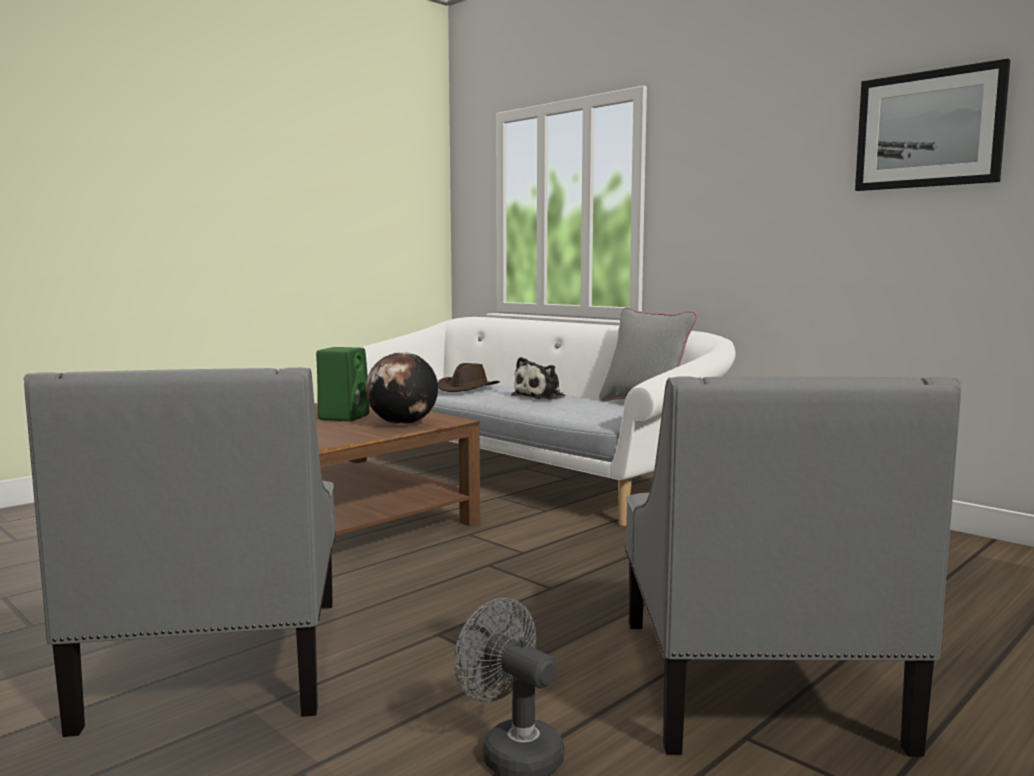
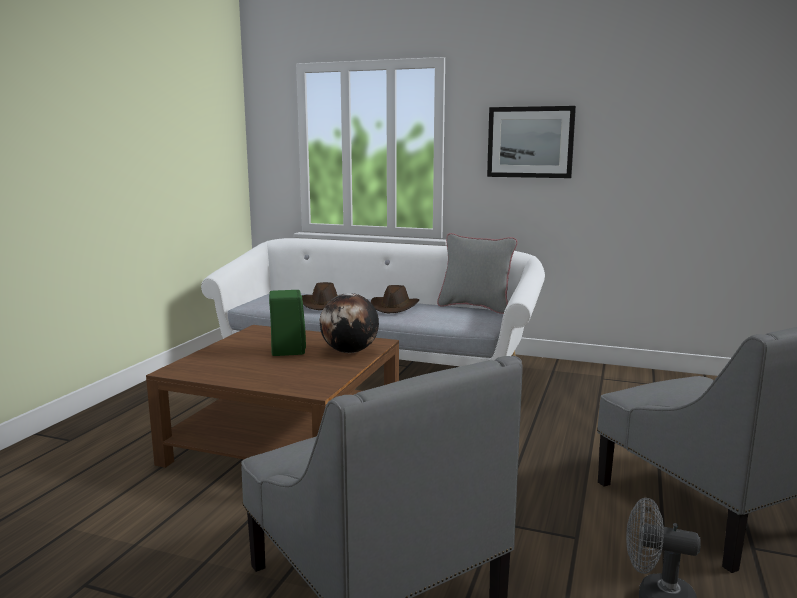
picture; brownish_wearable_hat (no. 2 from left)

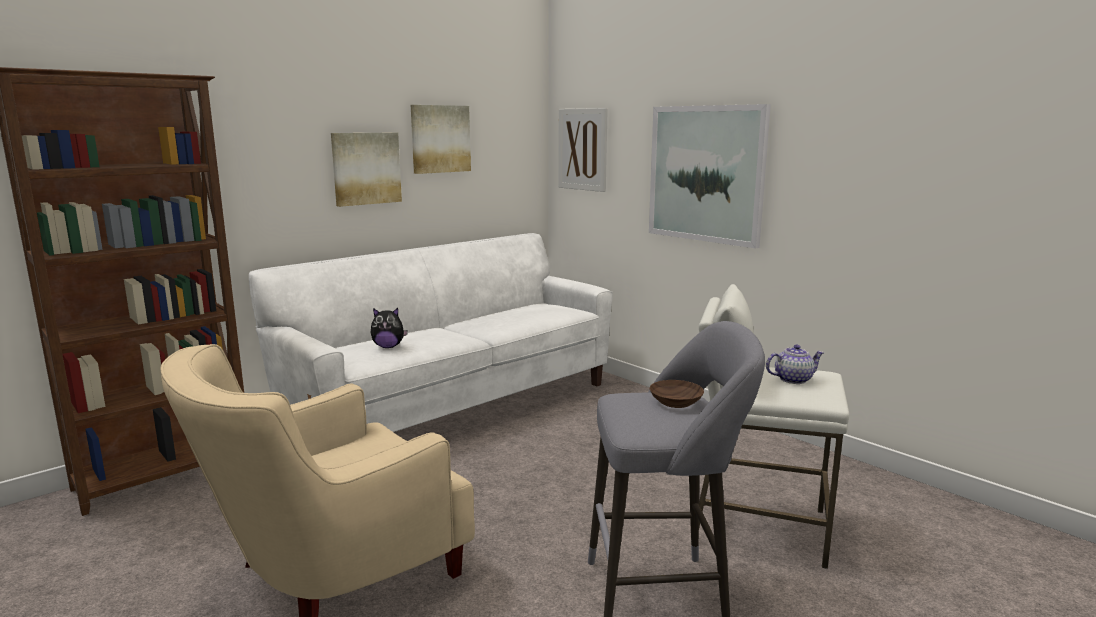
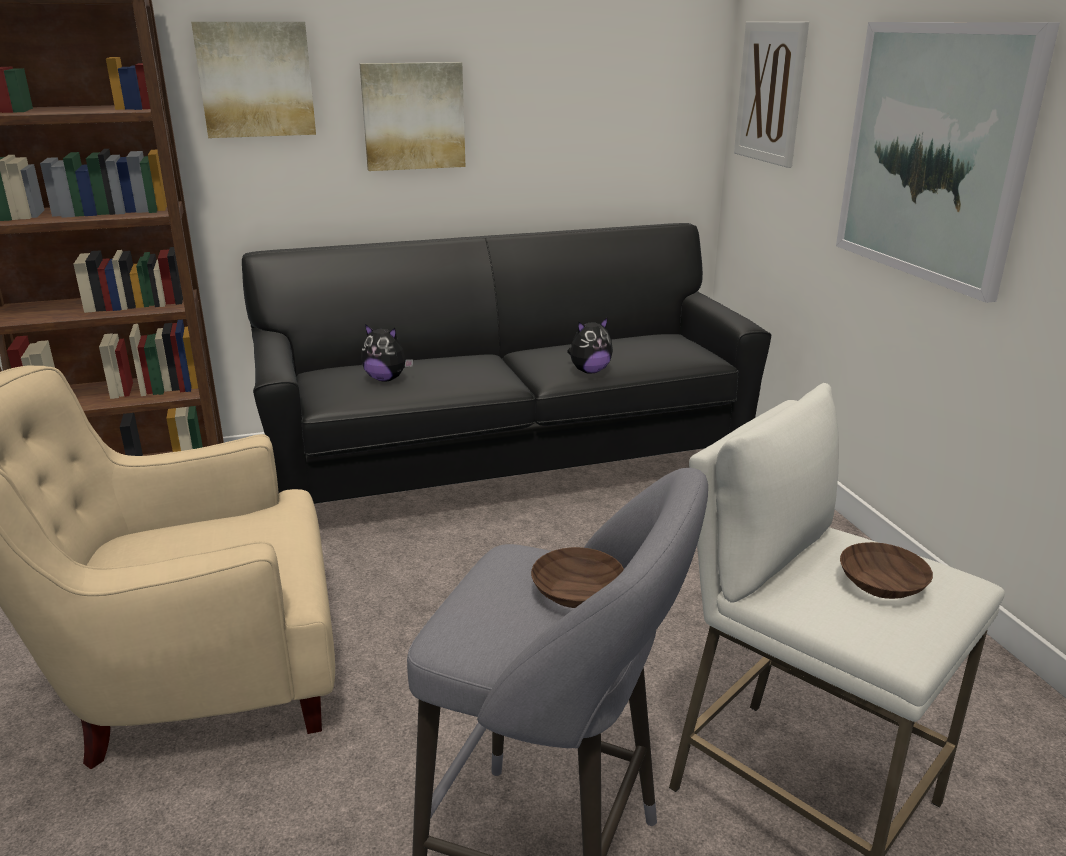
picture (no. 1 from left); black_settee; brownish_deep_dish (no. 2 from left); soft_toy (no. 2 from left)

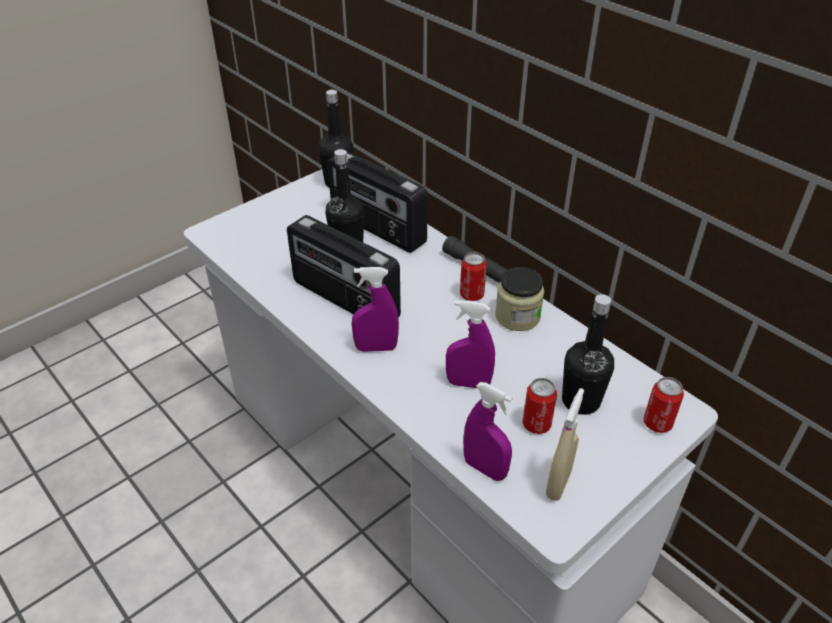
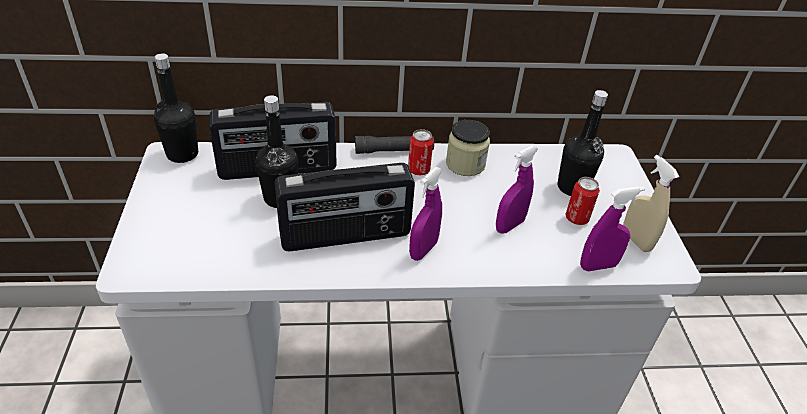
metal_can (no. 3 from left in the first image)

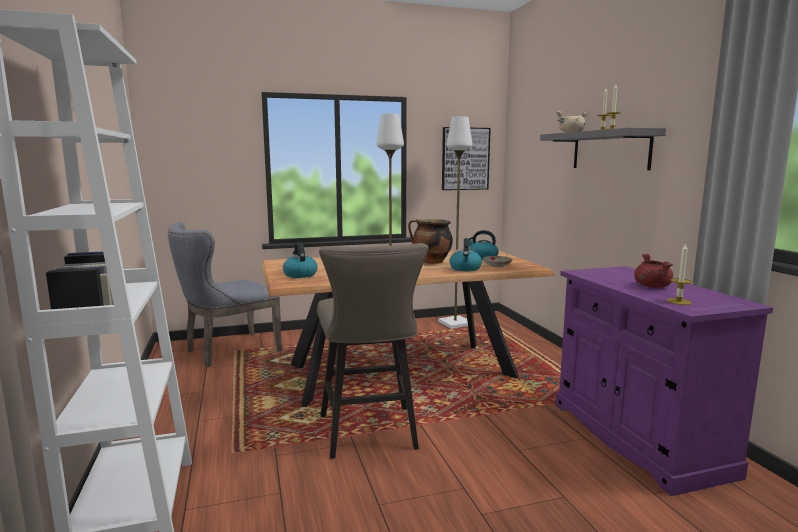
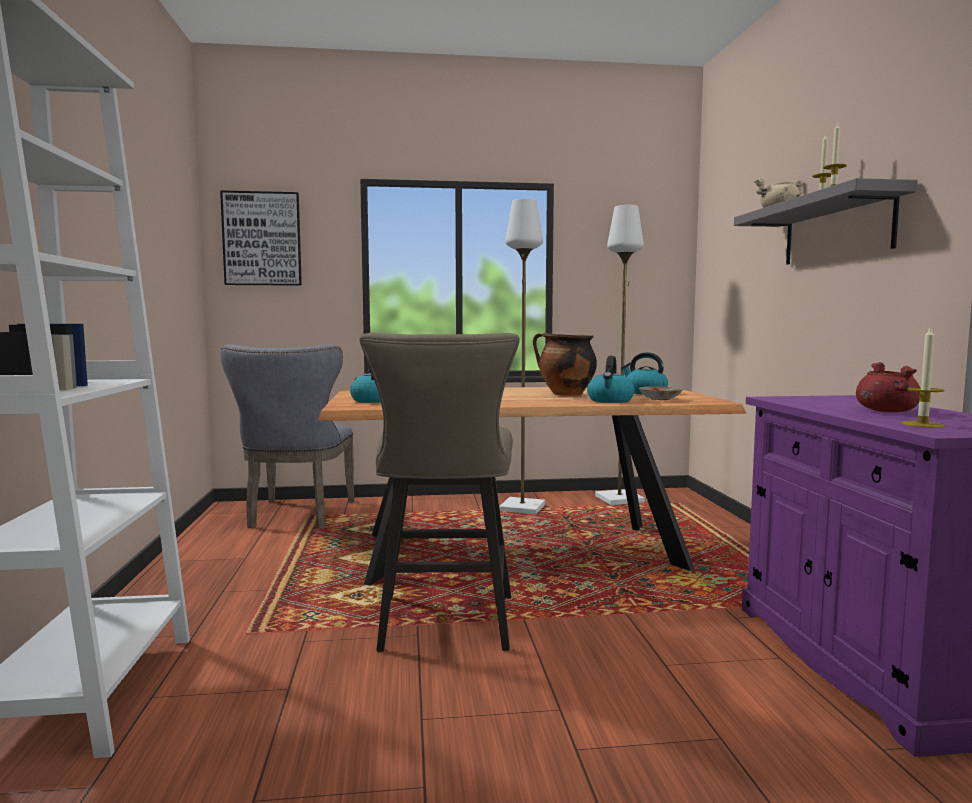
picture; greyish_chair

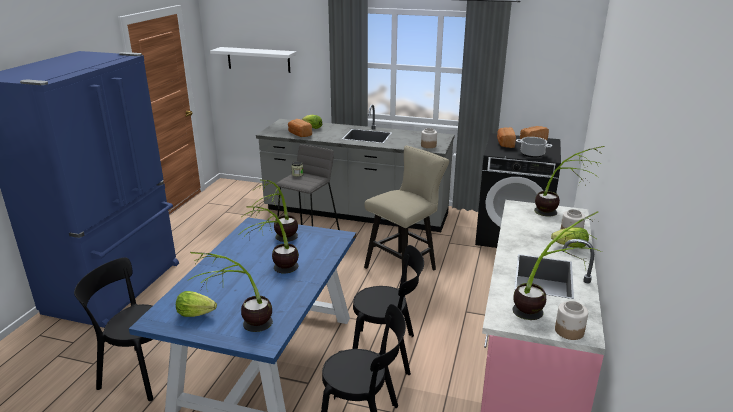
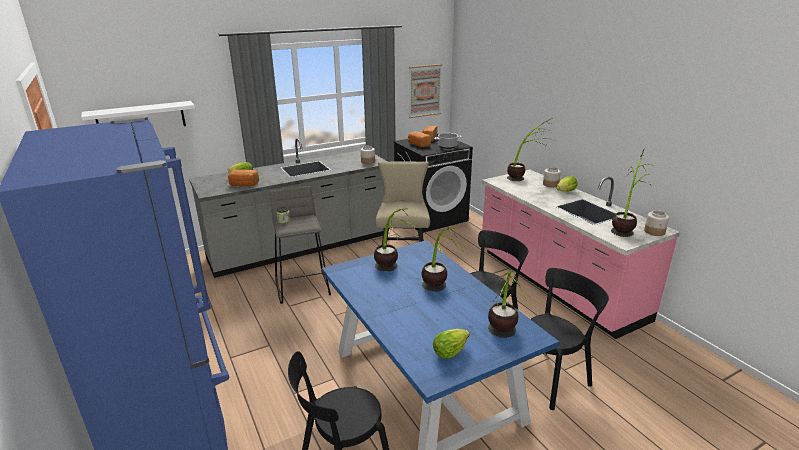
picture

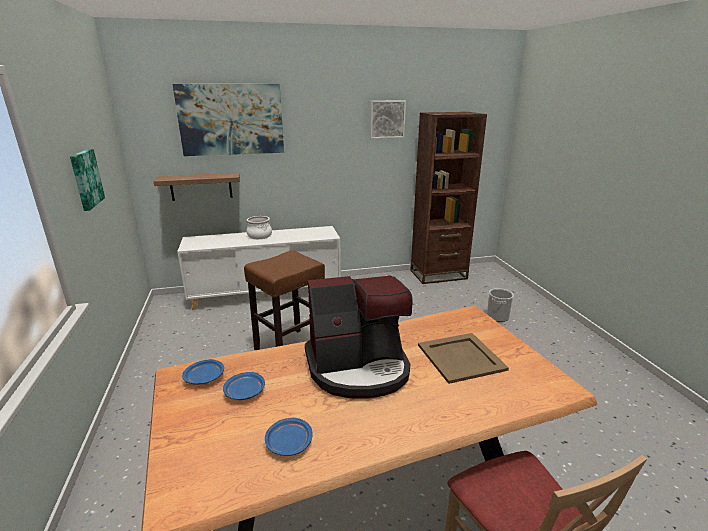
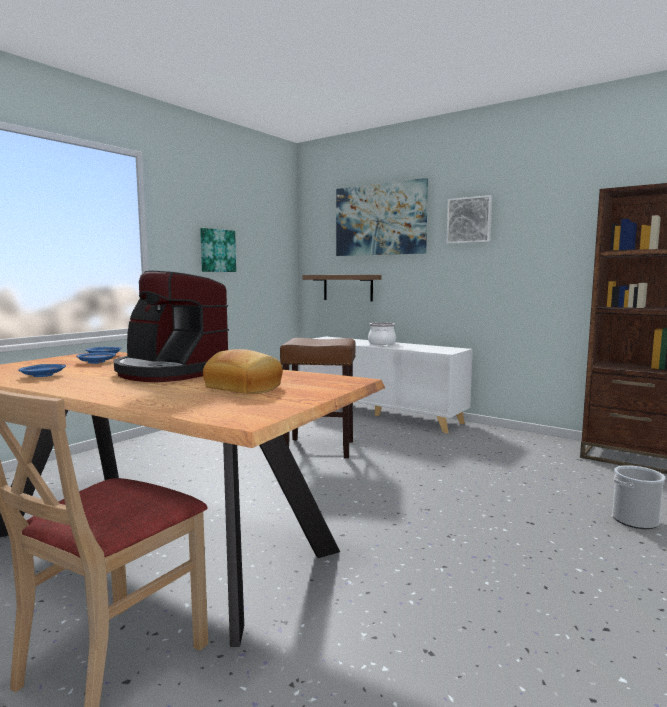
picture (no. 3 from left); bread

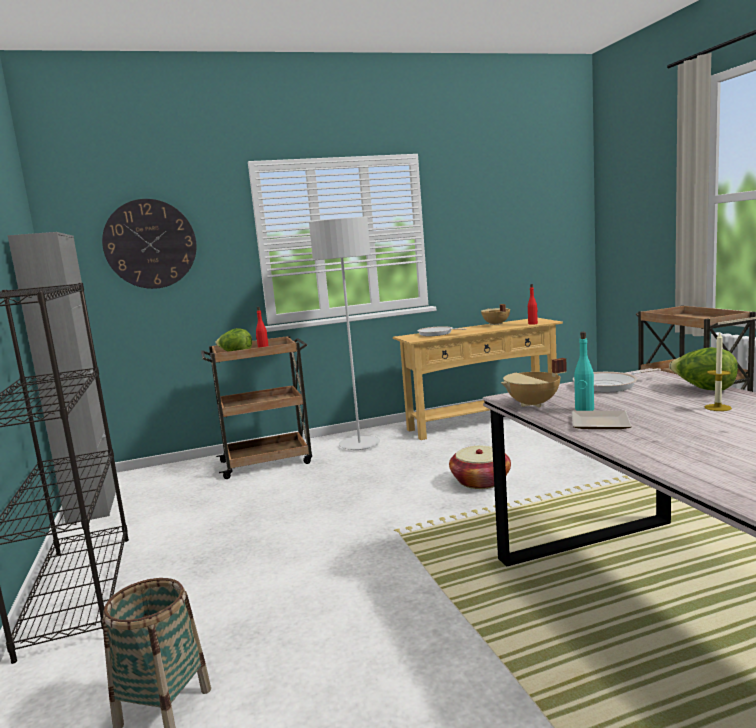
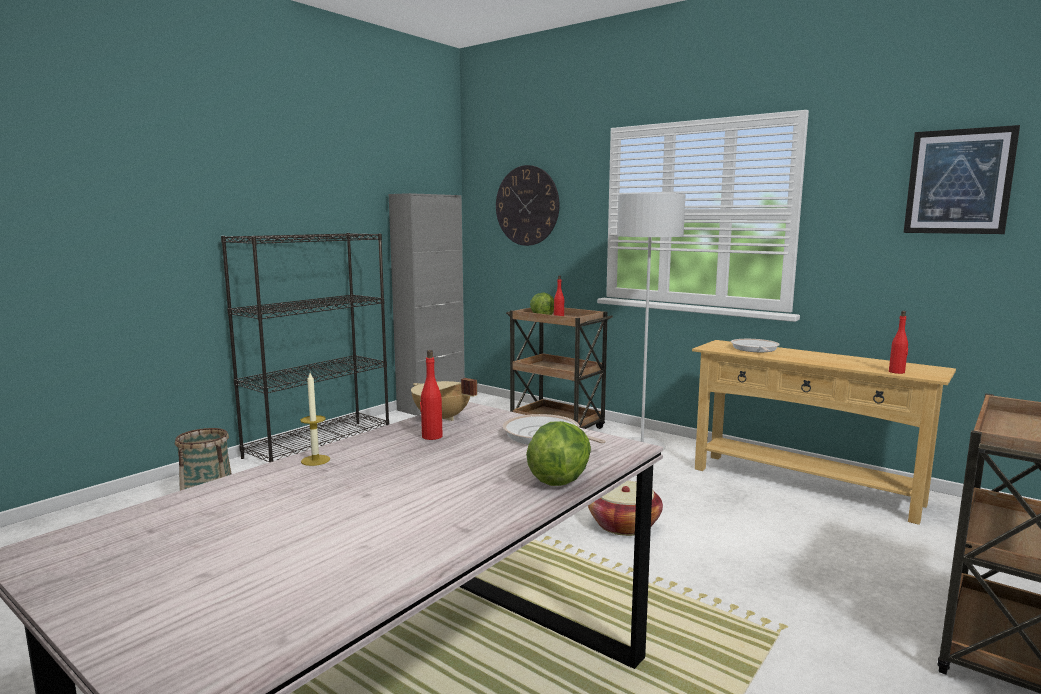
sand-coloured_cooking_pot (no. 1 from left in the first image); reddish_beverage_bottle (no. 1 from left); wax_light; dinner_plate; picture

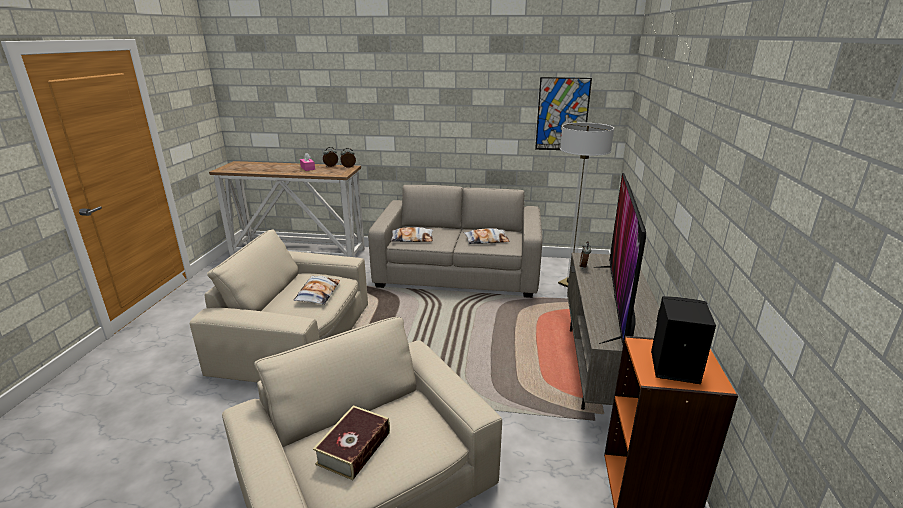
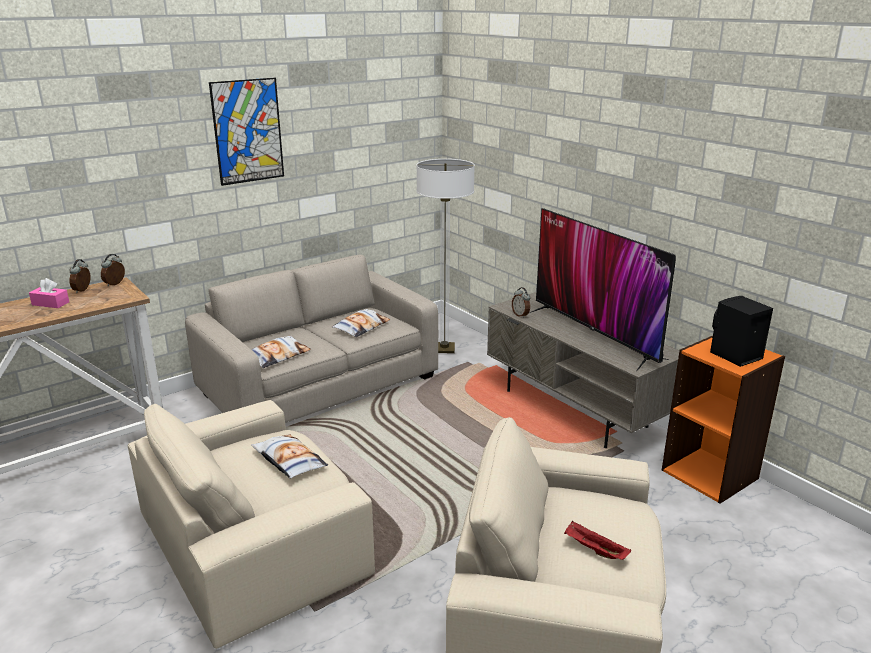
picture; reddish_serving_tray

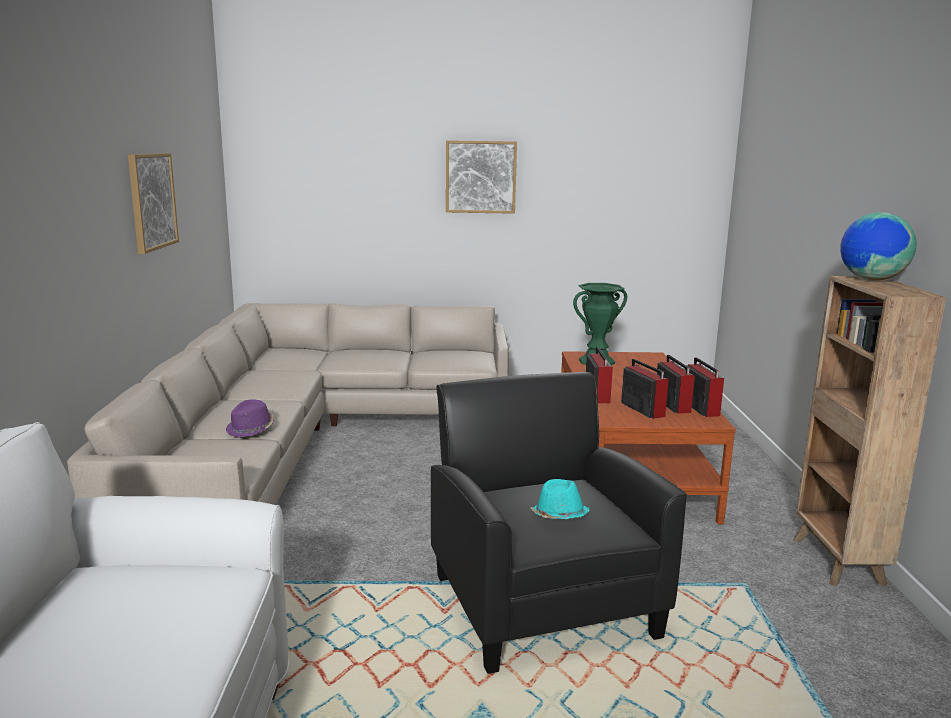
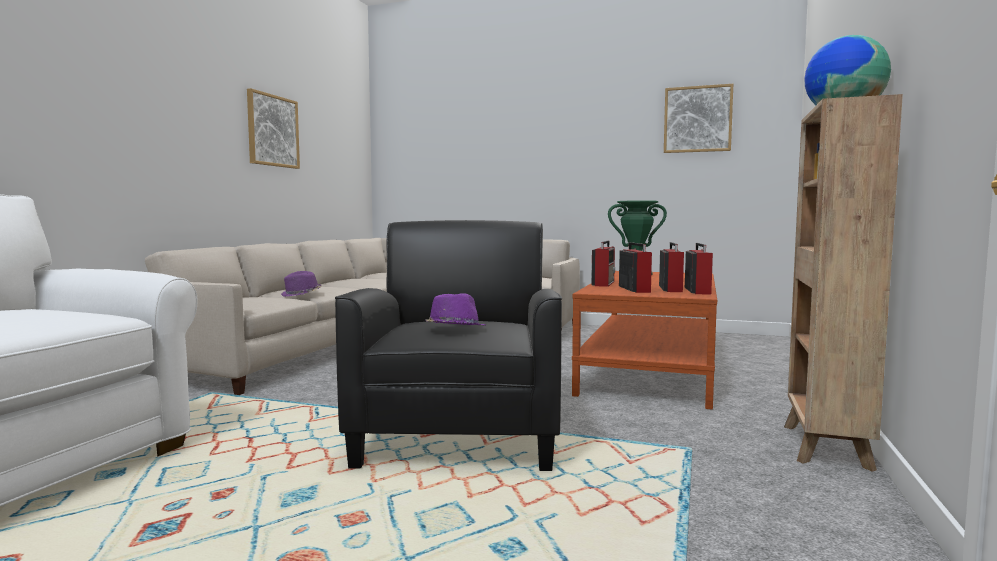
picture (no. 2 from left); purple-coloured_wearable_hat (no. 2 from left)

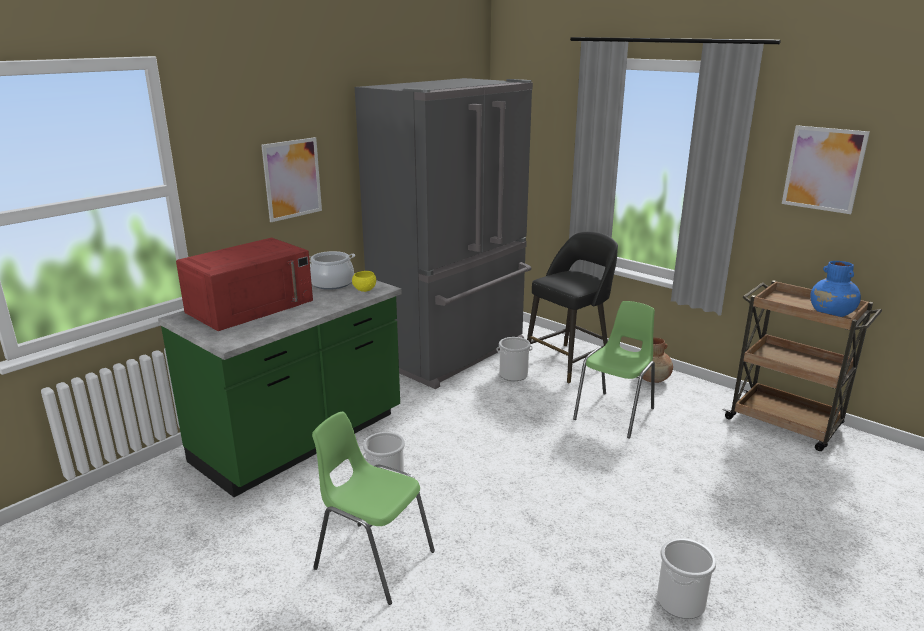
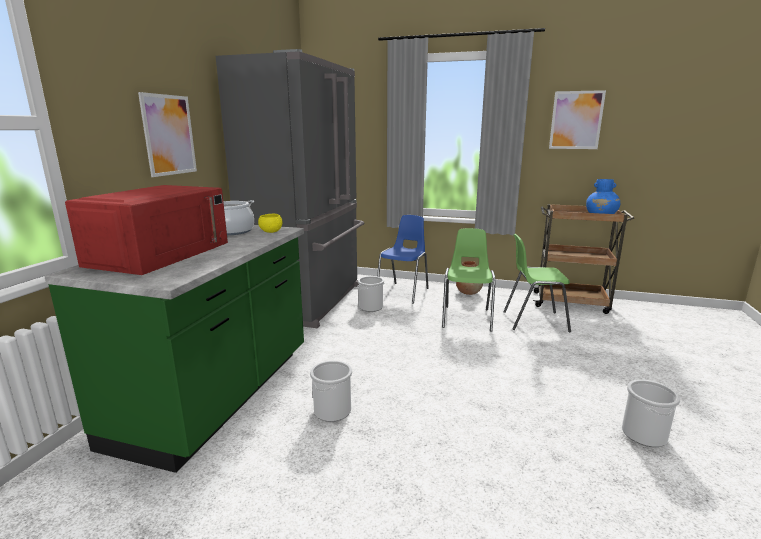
blue_chair; greenish_chair (no. 2 from left)

